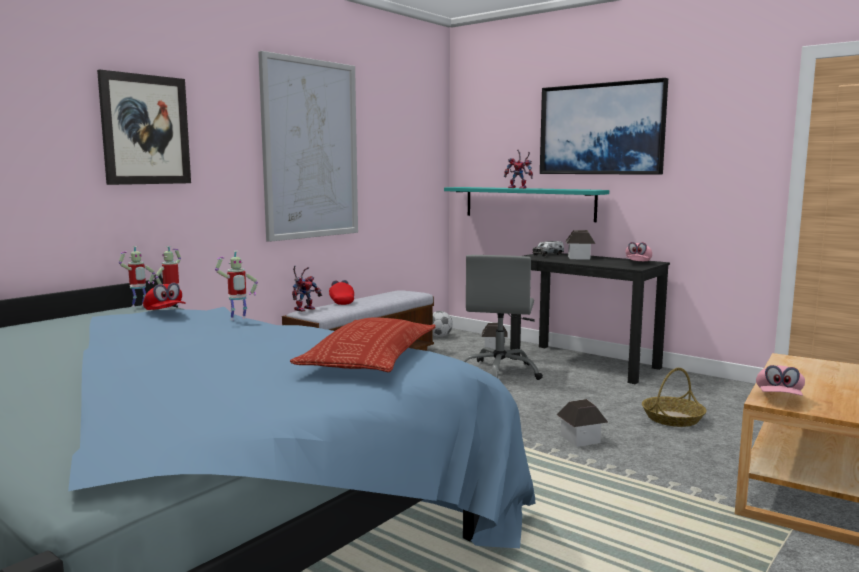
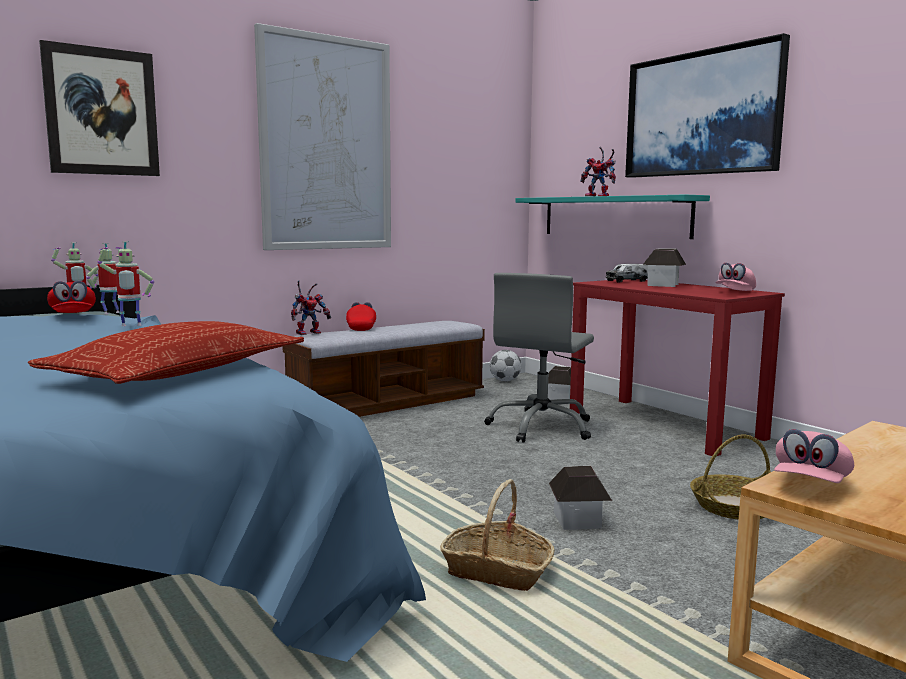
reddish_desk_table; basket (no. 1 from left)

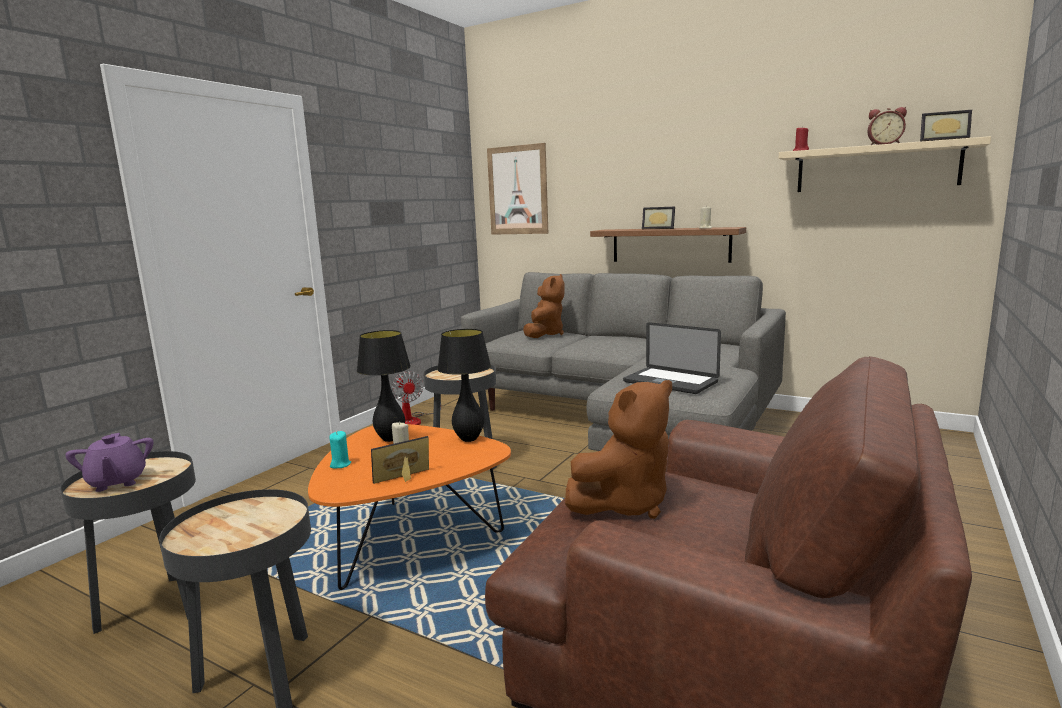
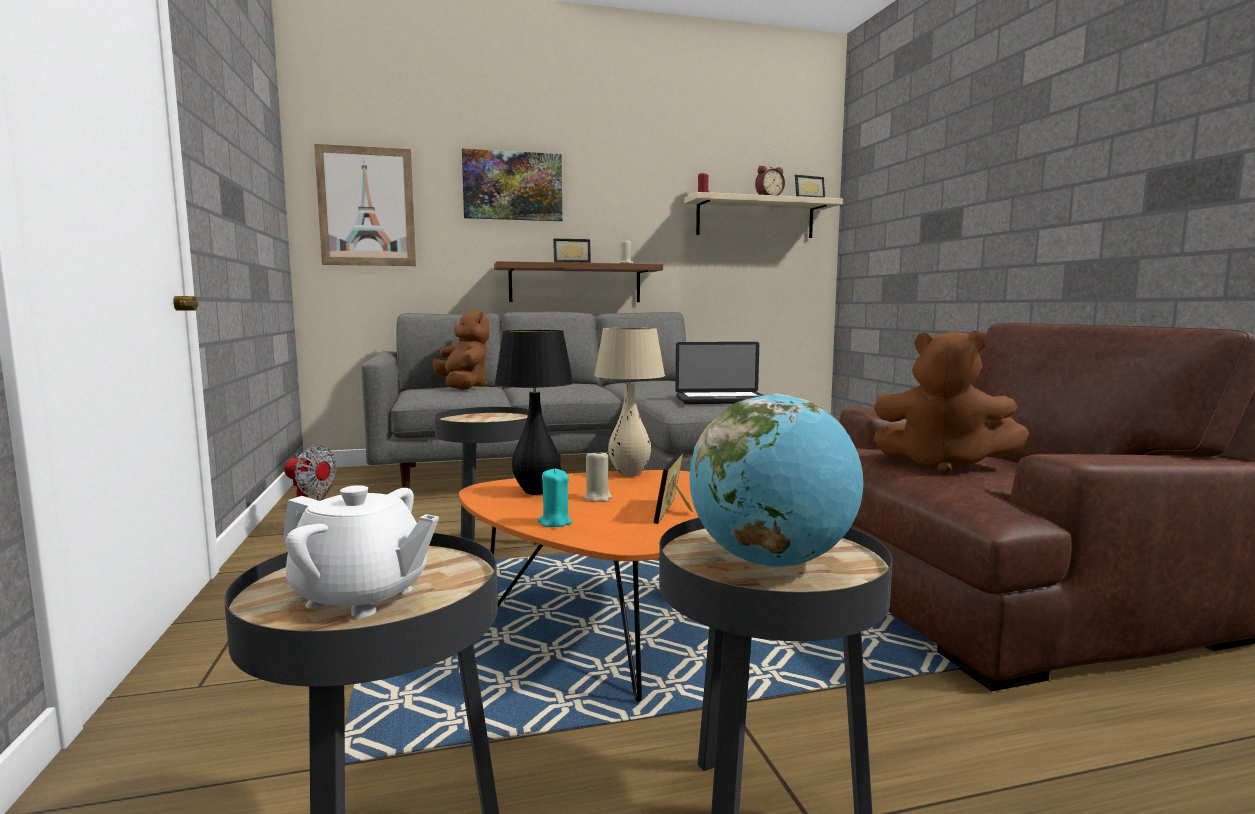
sand-coloured_tabletop_lamp; brownish_soft_toy (no. 2 from left); white-coloured_teapot; picture (no. 2 from left); globe

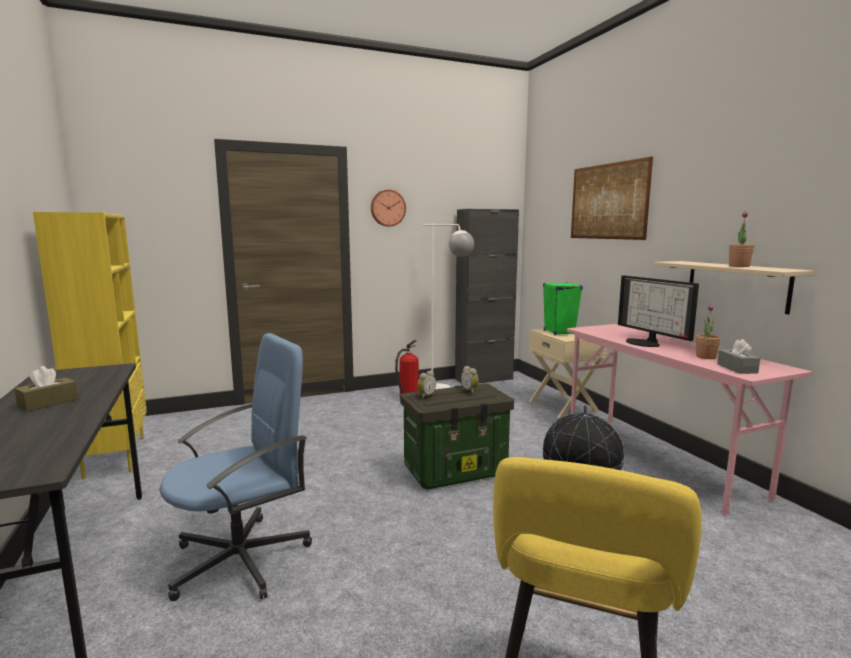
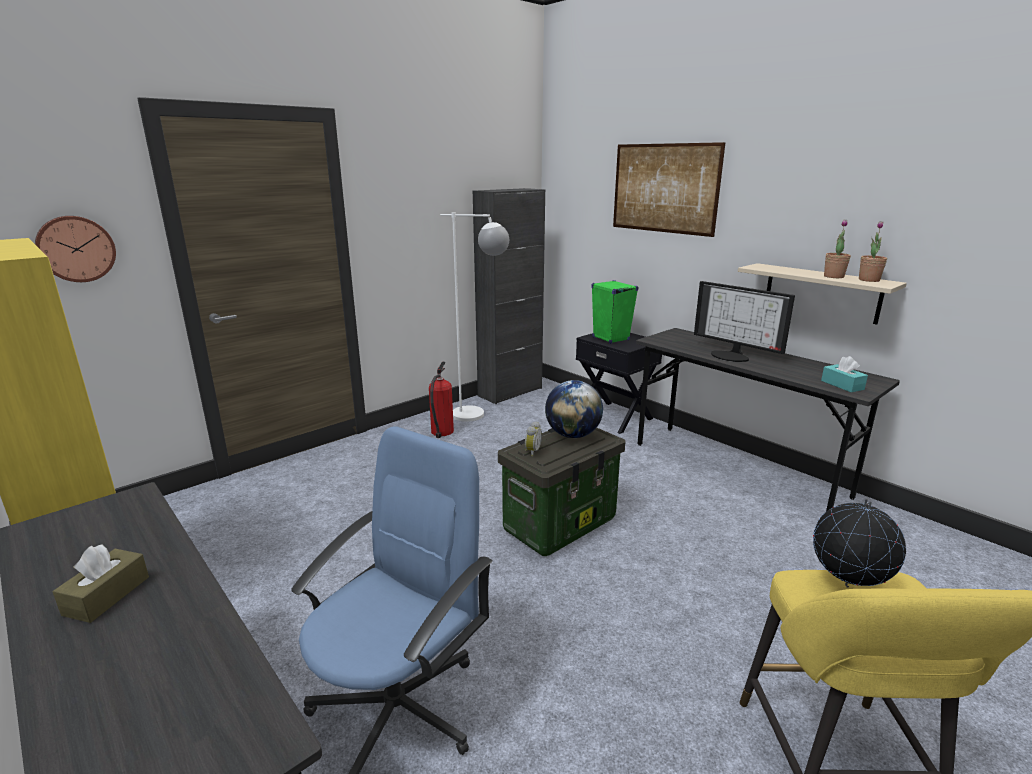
wall_clock; potted_plant (no. 2 from left); greyish_desk_table (no. 2 from left); black_nightstand; turquoise-coloured_tissue_holder; globe (no. 1 from left)

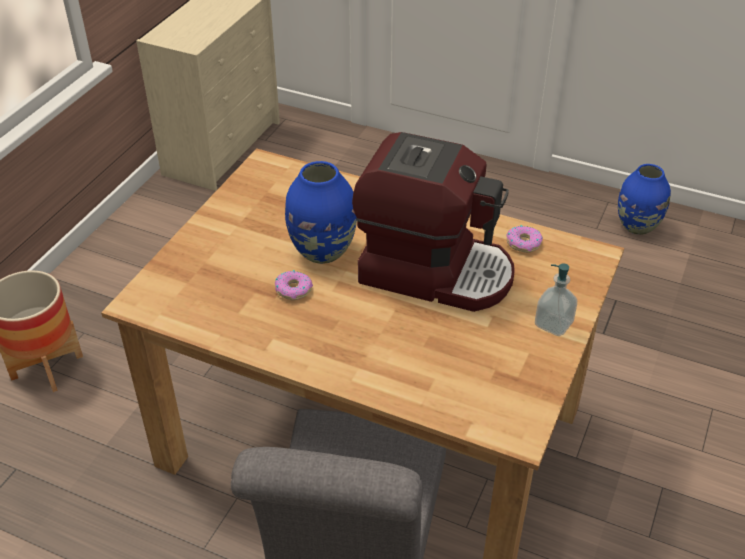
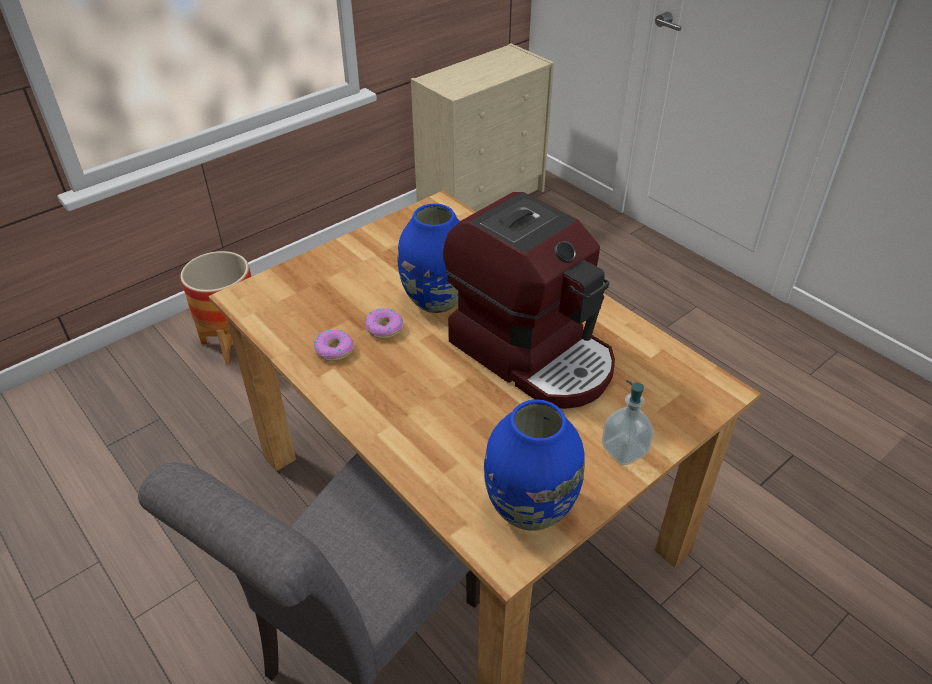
blue_flower_vase (no. 2 from left); ring_doughnut (no. 1 from left)

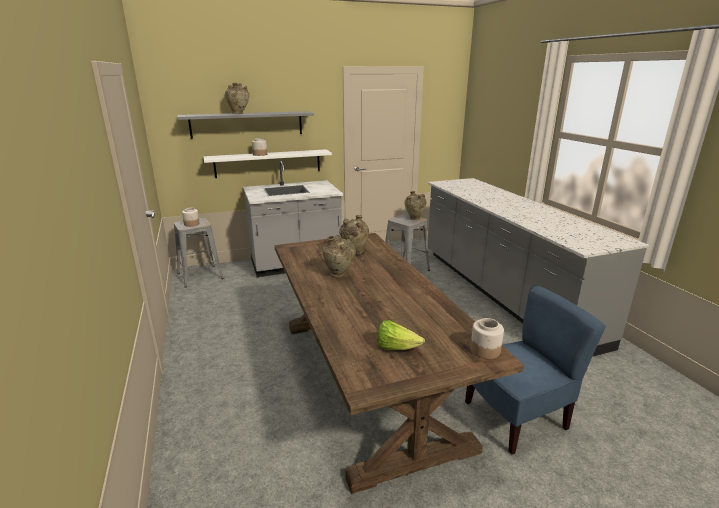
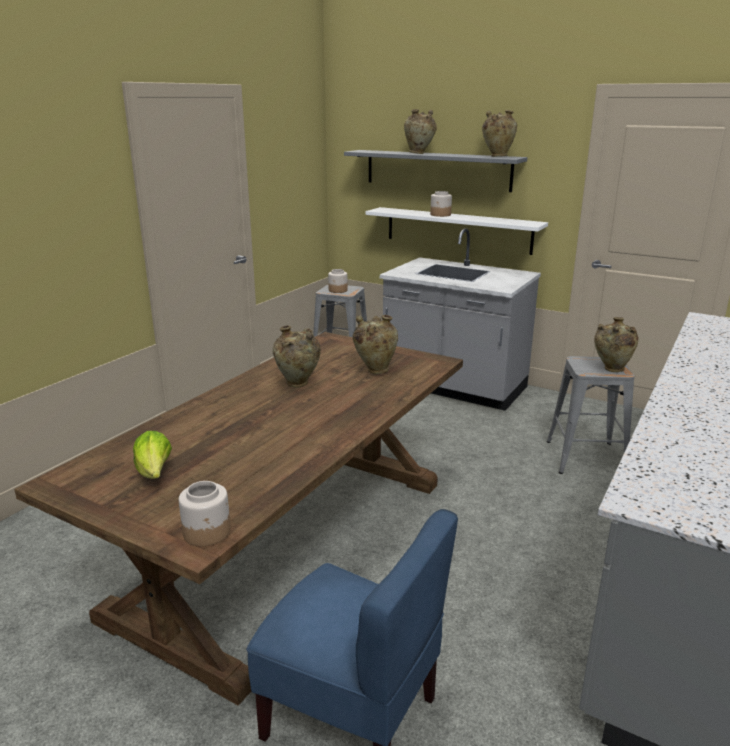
sand-coloured_flower_vase (no. 4 from left)

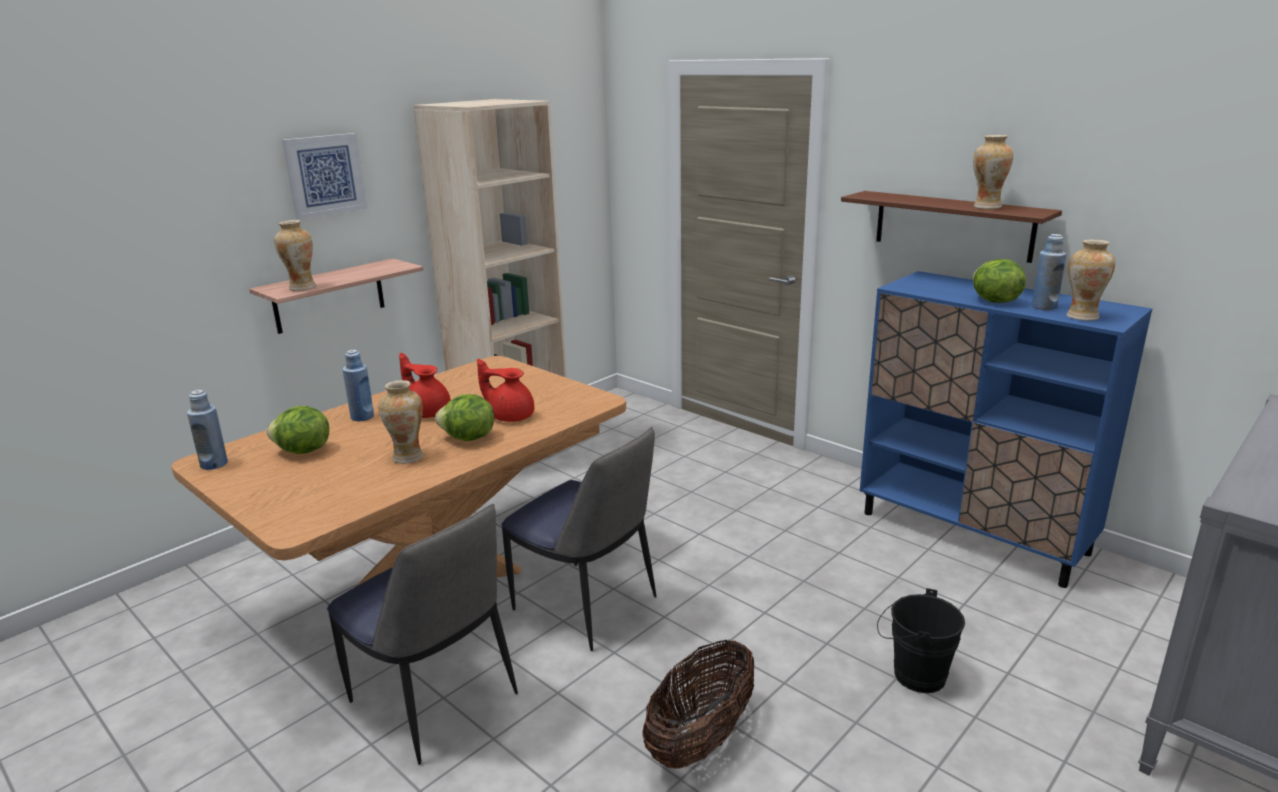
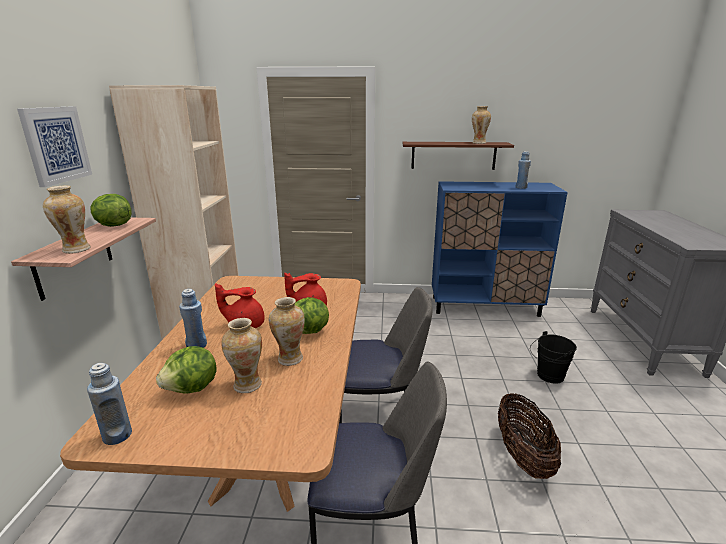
flower_vase (no. 2 from left); head_of_lettuce (no. 1 from left)

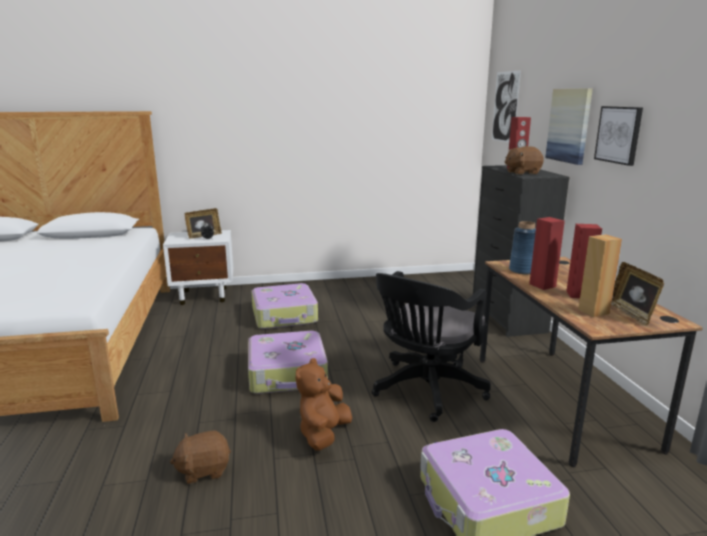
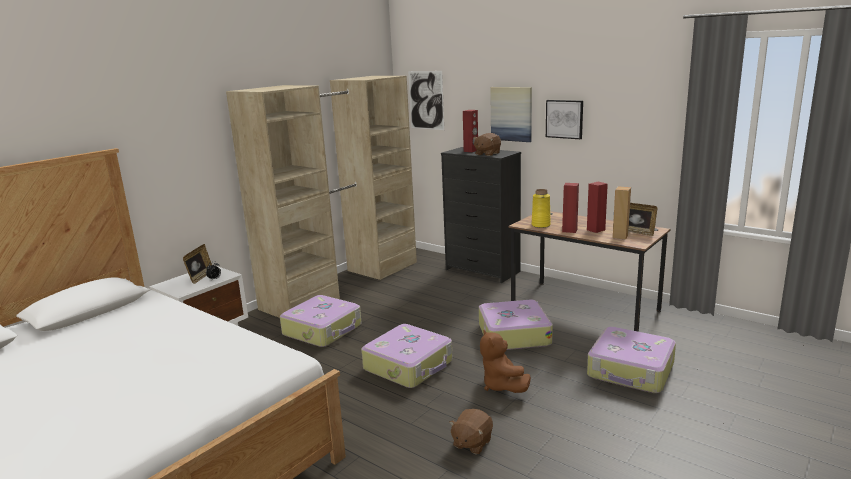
yellow-coloured_flower_vase; travel_case (no. 3 from left); sand-coloured_clothes_cupboard

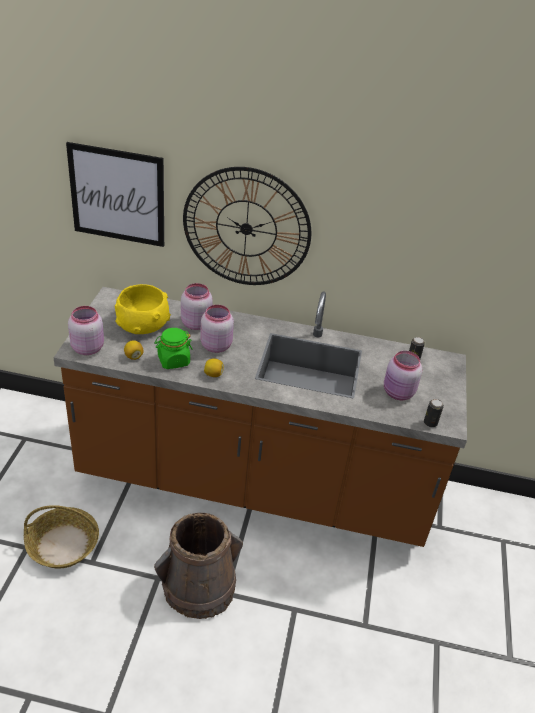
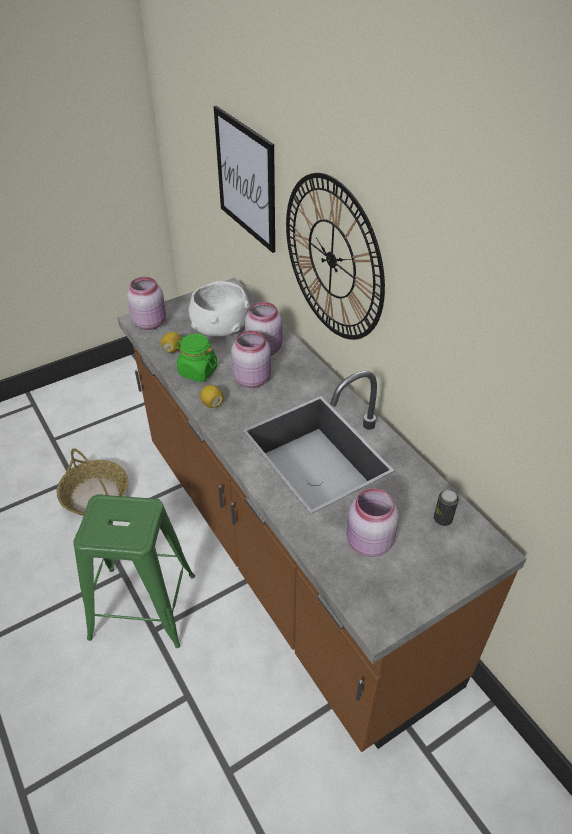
white-coloured_deep_dish; metal_can (no. 2 from left in the first image); greenish_sitting_stool

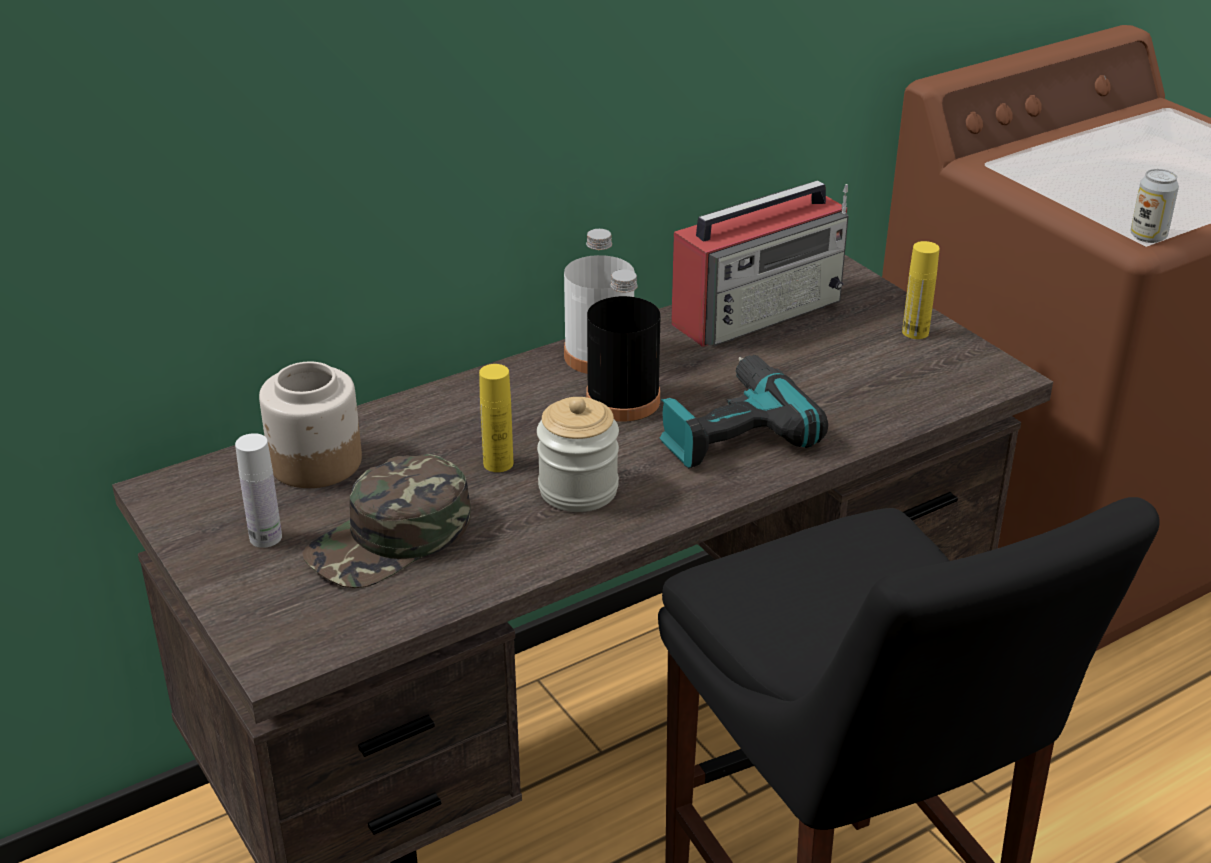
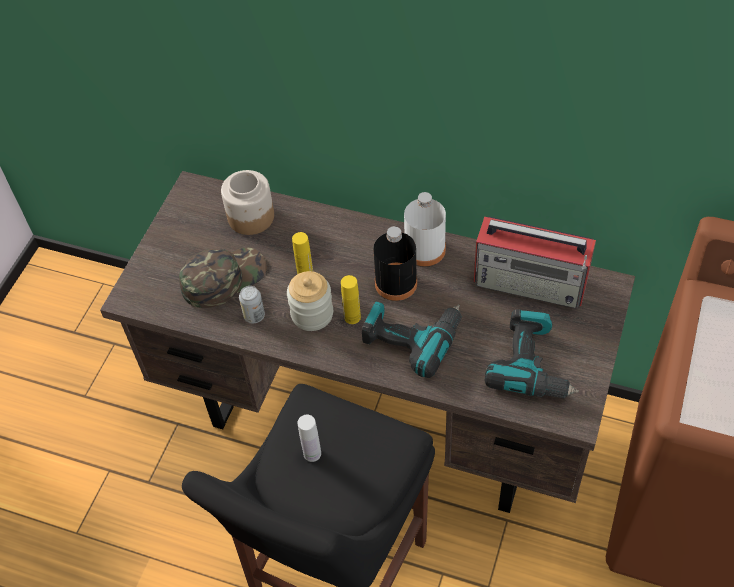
metal_can; yellow-coloured_beverage_bottle (no. 2 from left); white-coloured_beverage_bottle (no. 1 from left); greenish_peaked_cap; power_drill (no. 2 from left)

